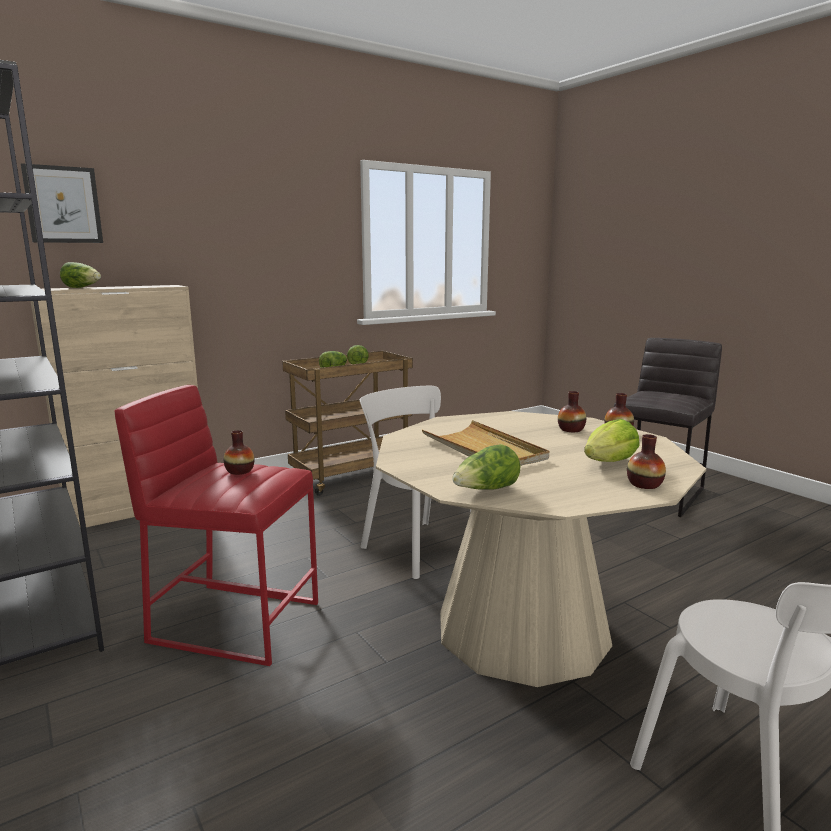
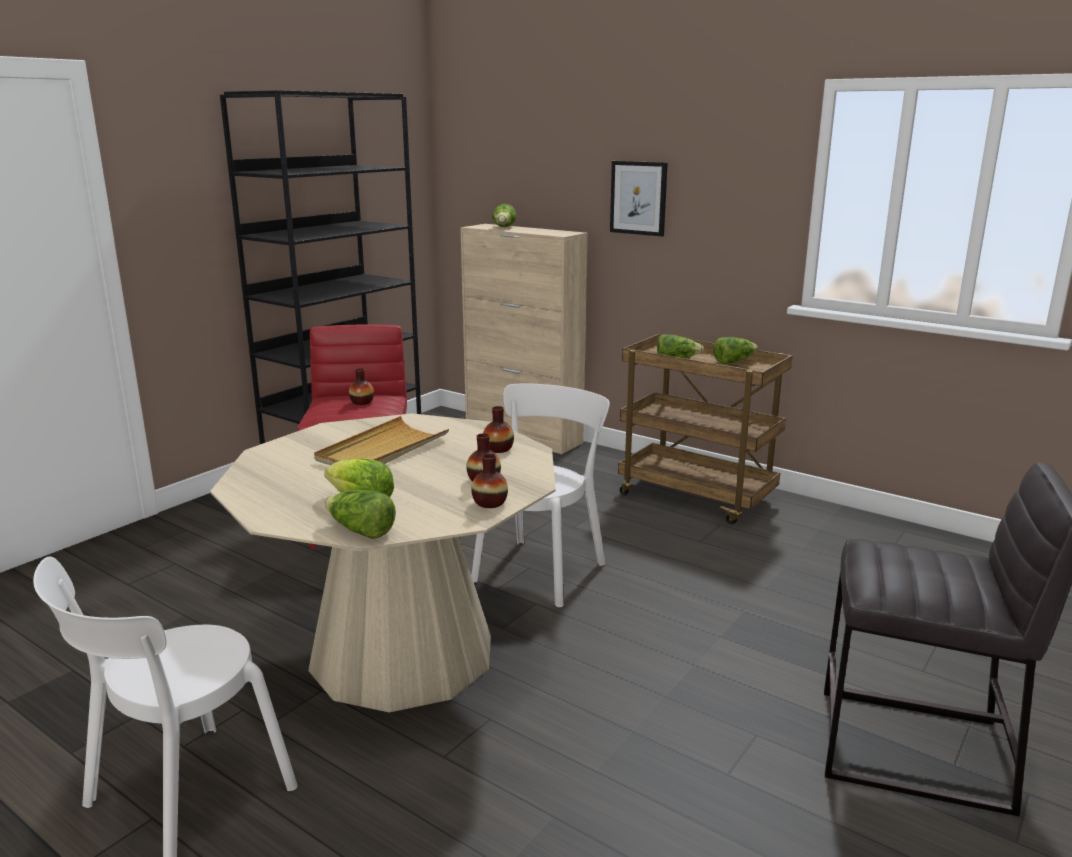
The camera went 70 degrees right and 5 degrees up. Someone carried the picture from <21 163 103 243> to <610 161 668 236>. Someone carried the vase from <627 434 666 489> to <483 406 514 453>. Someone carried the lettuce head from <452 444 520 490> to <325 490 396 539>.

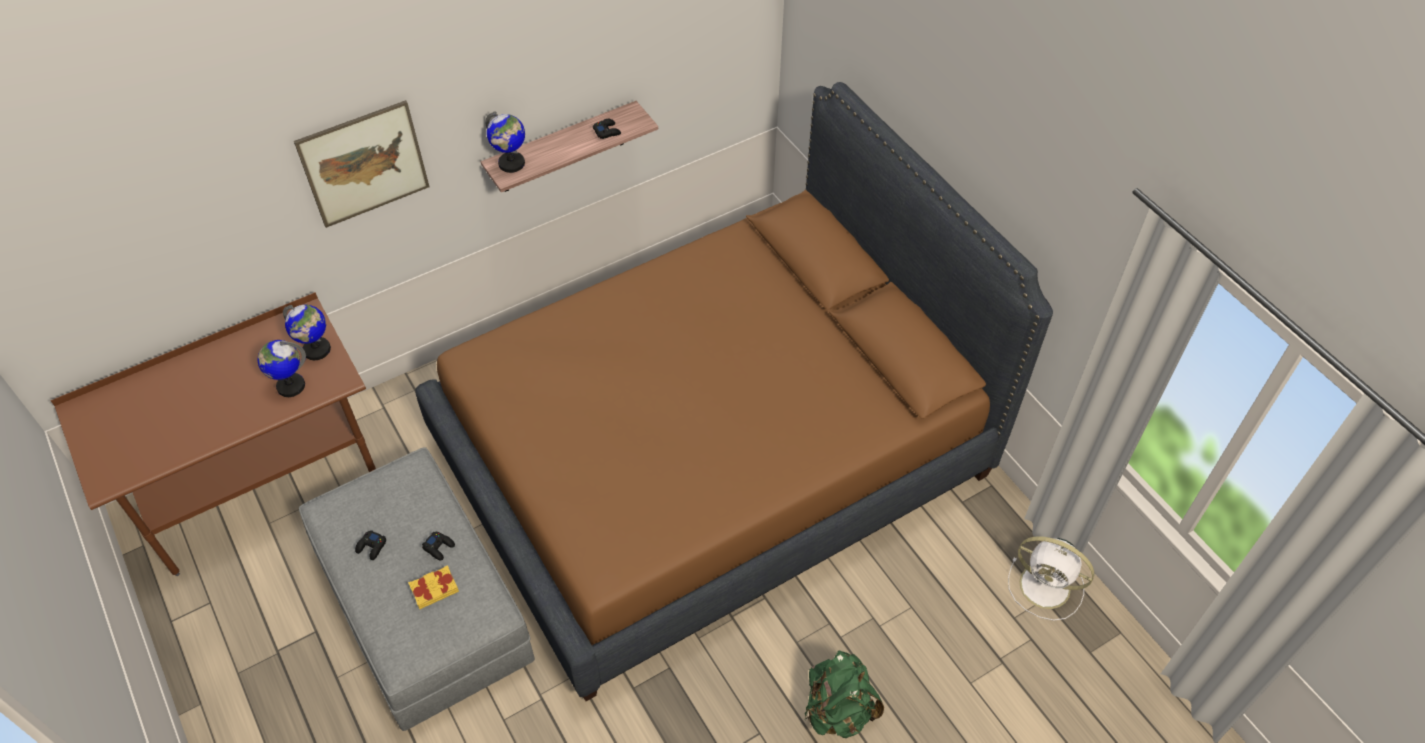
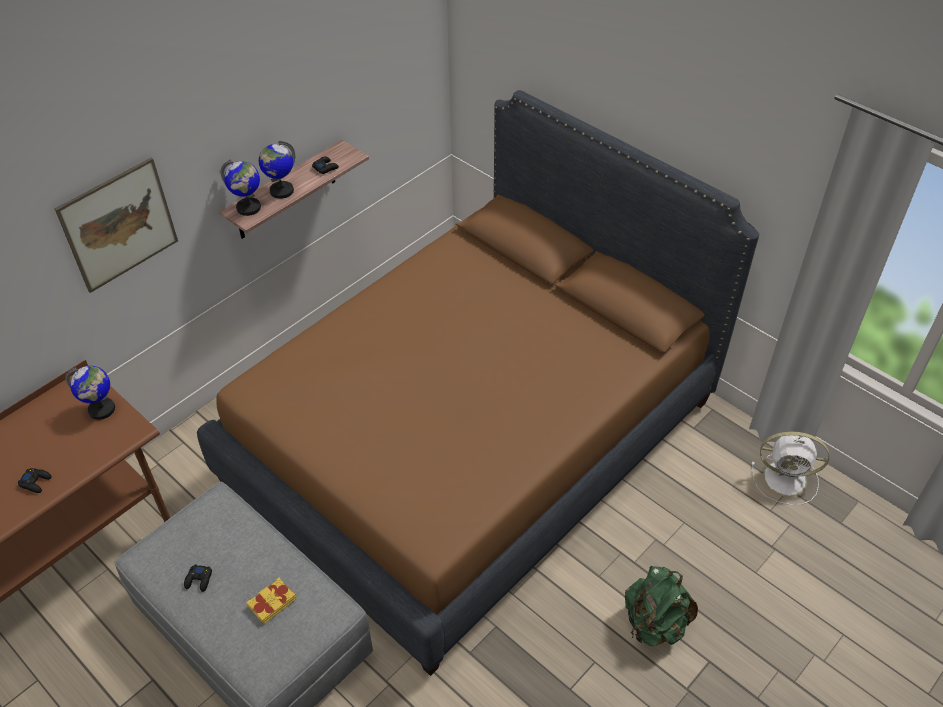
The camera went 15 degrees left and 5 degrees down. Someone carried the world globe from <258 340 306 397> to <259 141 295 199>. Someone carried the gamepad (blackish) from <422 532 455 561> to <18 468 51 493>.

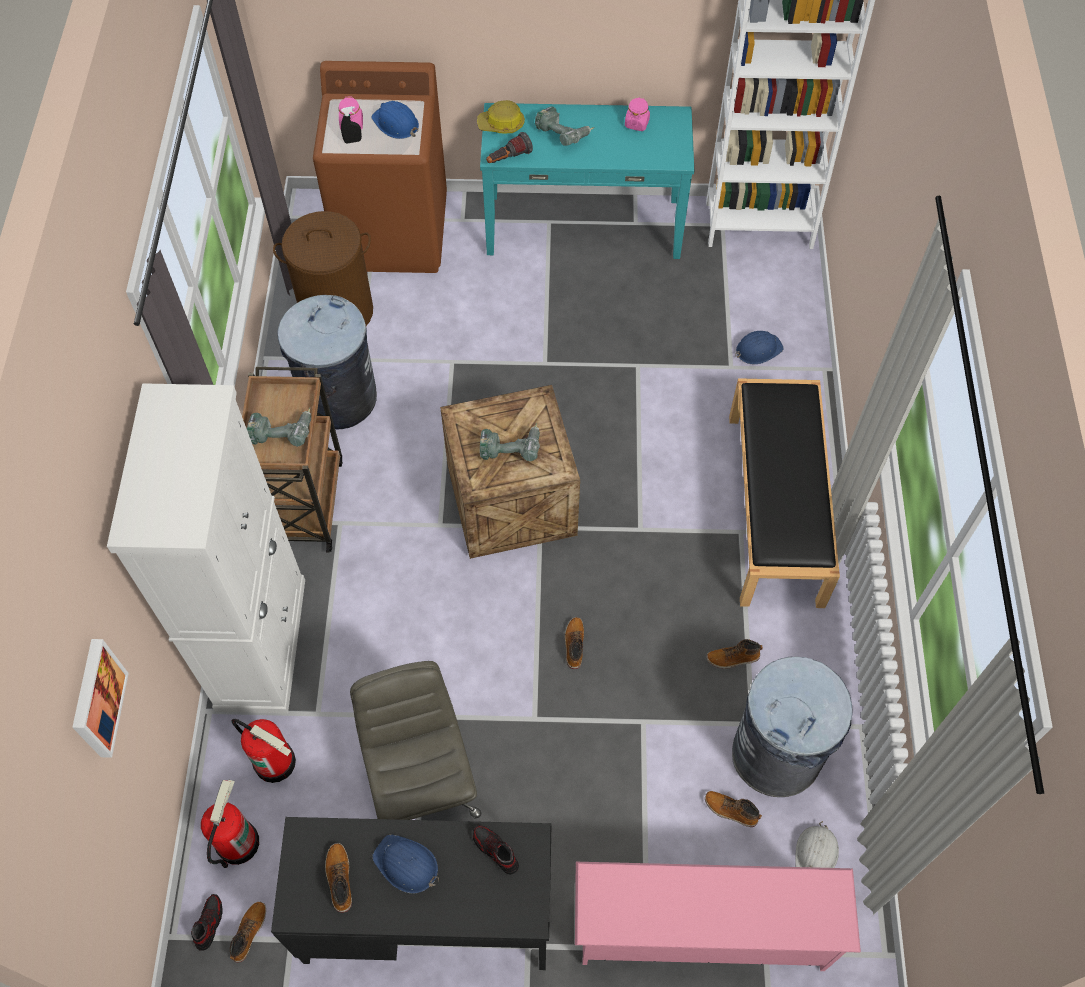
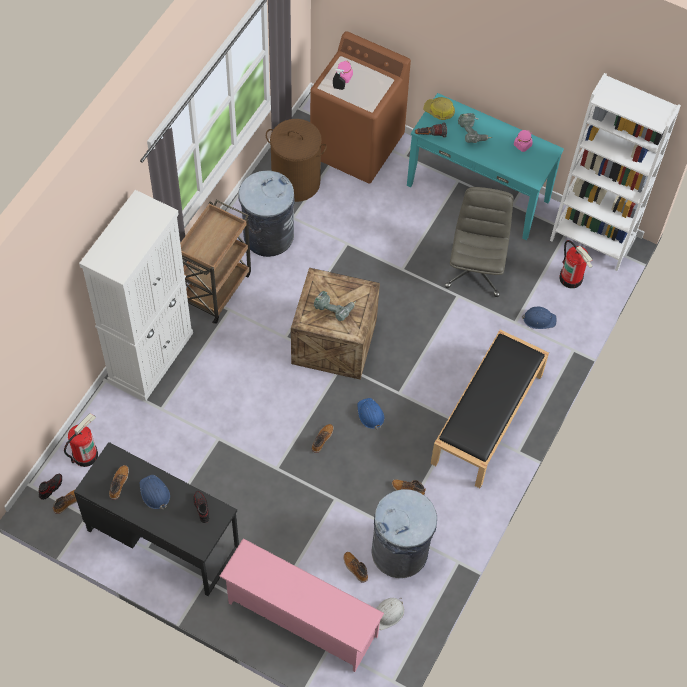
The camera went 25 degrees right and 0 degrees up. Someone carried the safety helmet (blue-coloured) from <371 101 419 139> to <358 398 384 429>. Someone took away the power drill at <247 408 311 447>. Someone took away the picture at <72 639 129 758>. Someone carried the desk chair (greyish) from <350 661 481 820> to <445 187 514 297>. Someone carried the extinguisher from <231 719 296 783> to <559 240 593 288>.

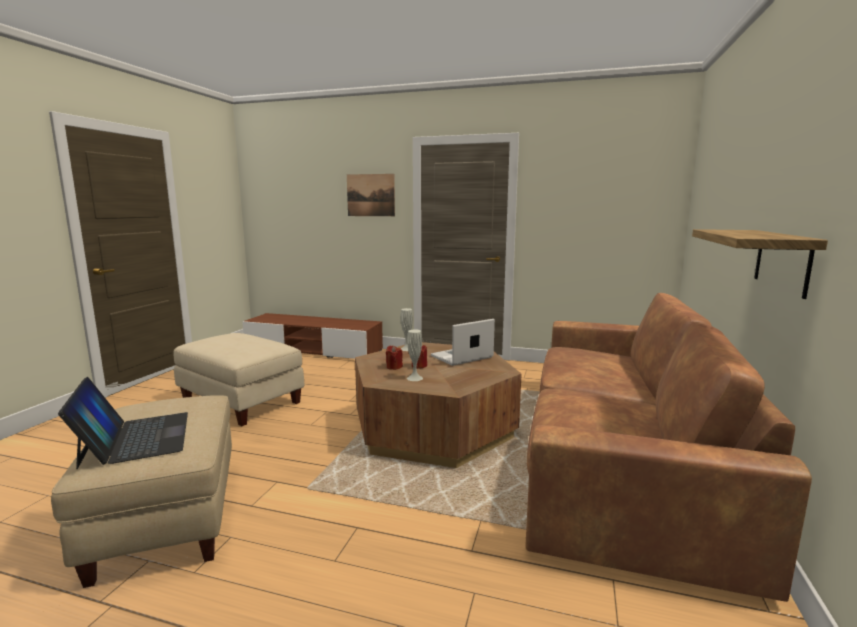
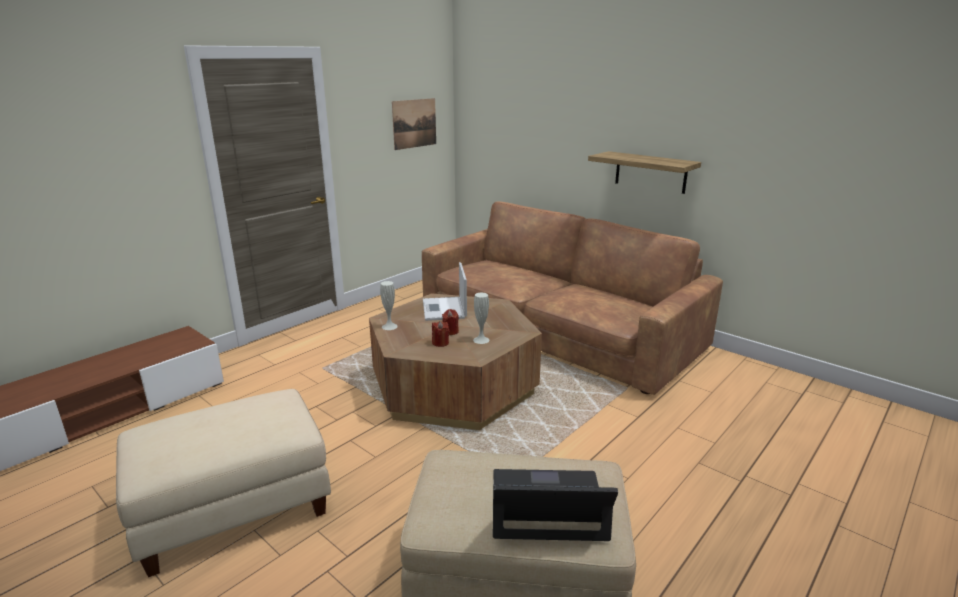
The camera went 65 degrees left and 10 degrees up. Someone carried the picture from <347 174 395 216> to <392 98 436 150>.

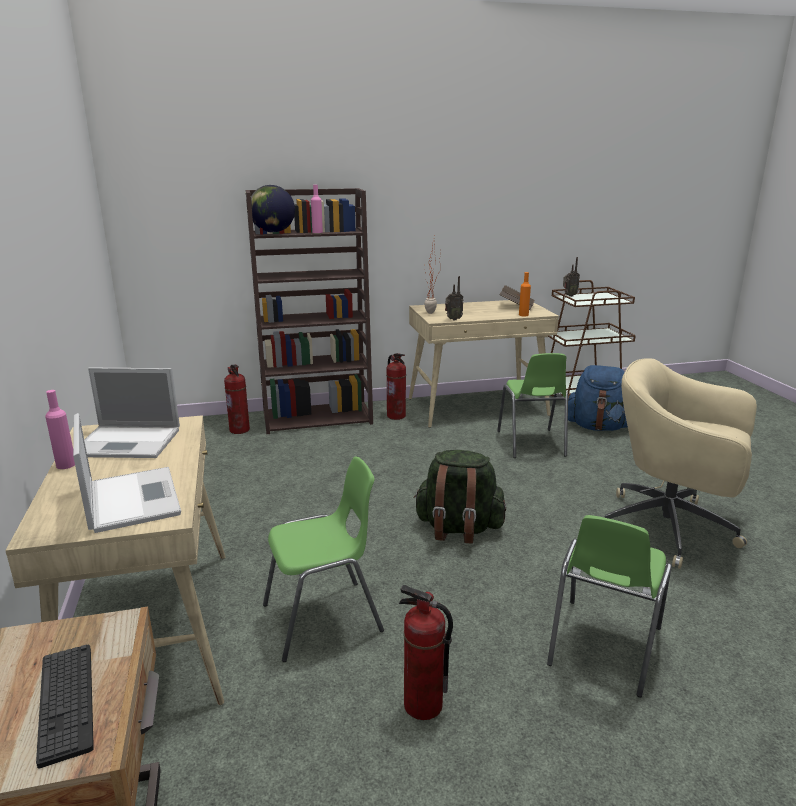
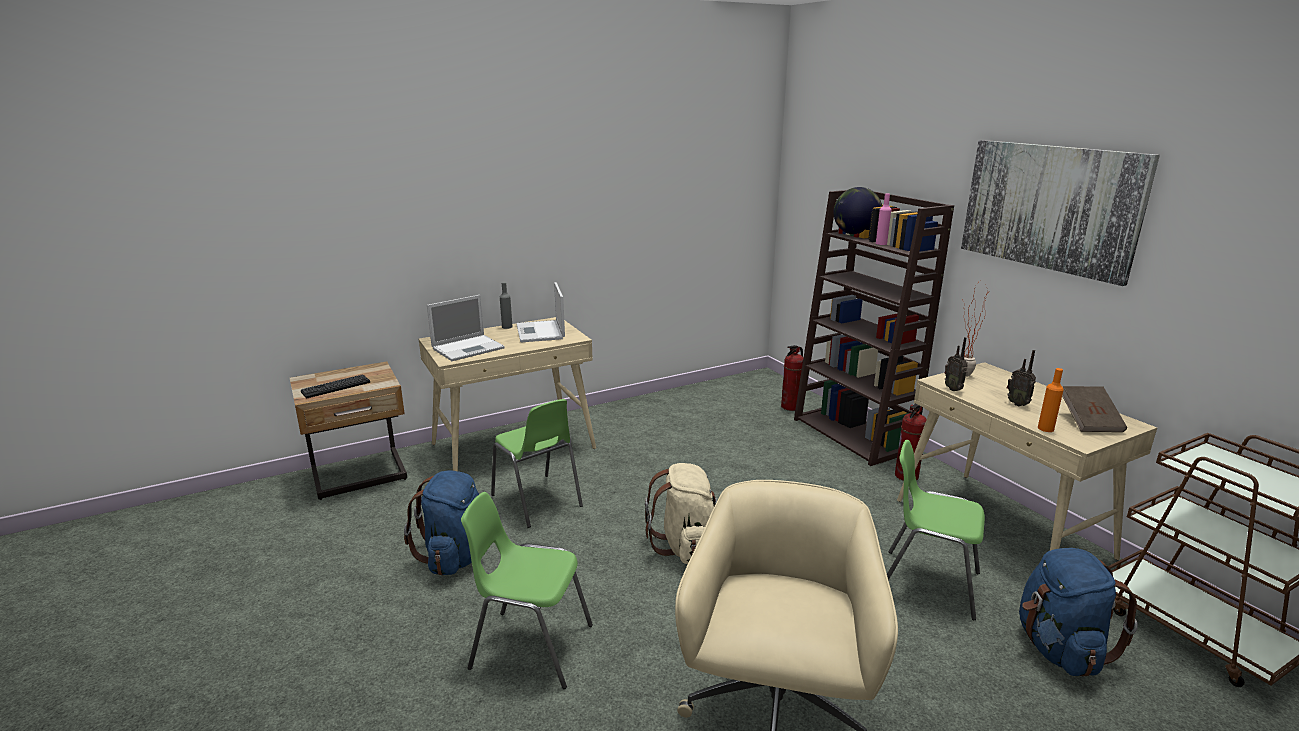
The camera went 75 degrees right and 0 degrees up. Someone carried the radio from <563 257 580 297> to <1007 350 1036 406>. Someone rotated the chair (green-coloured) at <497 353 568 458> by 45 degrees clockwise. Someone repainted the drink bottle (pink-coloured) at <45 390 75 469>, which became the drink bottle (greyish) at <500 282 513 329>. Someone repainted the backpack (green-coloured) at <414 450 506 544>, which became the backpack (beige-coloured) at <645 463 717 564>. Someone swapped the extinguisher at <399 585 453 720> for the backpack (blue-coloured) at <404 470 479 576>. Someone put up the picture at <961 140 1160 286>.

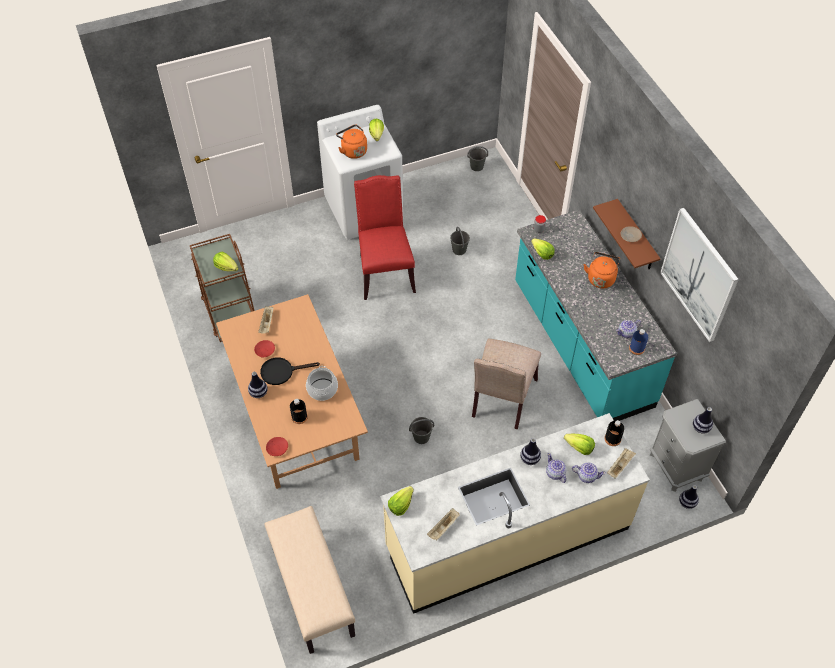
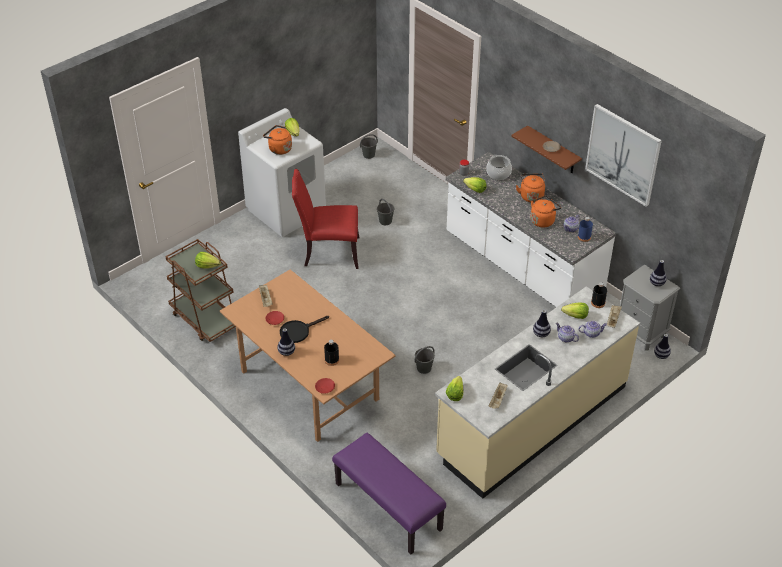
The camera went 20 degrees left and 10 degrees down. Someone rotated the chair (red-coloured) at <354 175 416 300> by 60 degrees counterclockwise. Someone repainted the kitchen base unit (turquoise-coloured) at <515 210 677 421>, which became the kitchen base unit (white) at <446 152 616 307>. Someone took away the chair (beige-coloured) at <472 339 541 429>. Someone carried the stockpot from <306 366 338 401> to <486 155 512 180>. Someone repainted the indoor bench (beige-coloured) at <265 506 355 654>, which became the indoor bench (purple-coloured) at <332 433 446 554>. Someone put down the kettle (orange-coloured) at <531 196 562 228>.

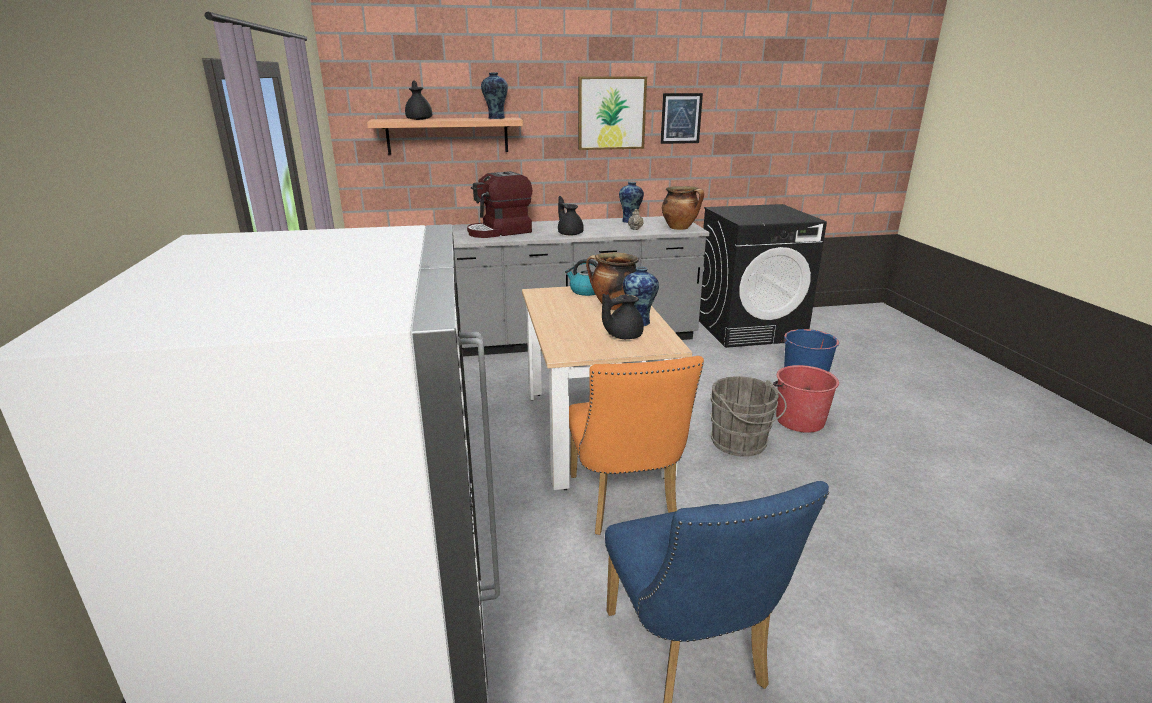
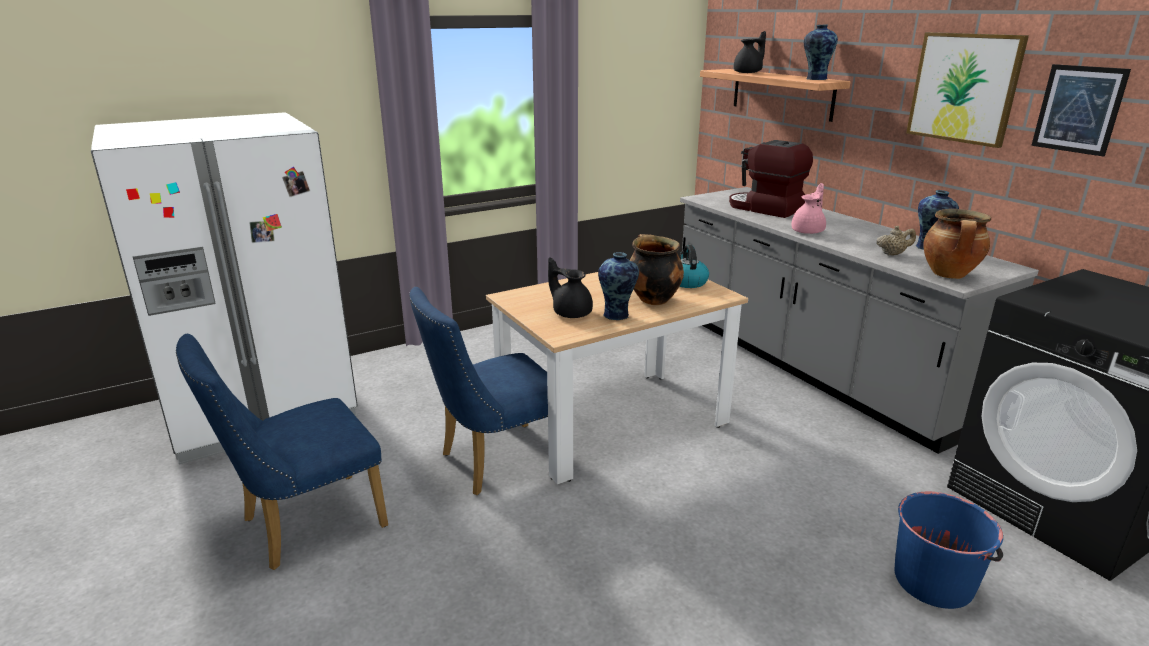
The camera went 70 degrees right and 0 degrees up. Someone repainted the pot for tea (blackish) at <558 196 584 235>, which became the pot for tea (pink-coloured) at <792 183 826 234>. Someone repainted the chair (orange-coloured) at <569 356 704 535>, which became the chair (blue-coloured) at <409 287 548 495>. Someone took away the water bucket (red-coloured) at <773 365 839 433>. Someone took away the water bucket (greyish) at <710 376 787 457>.

